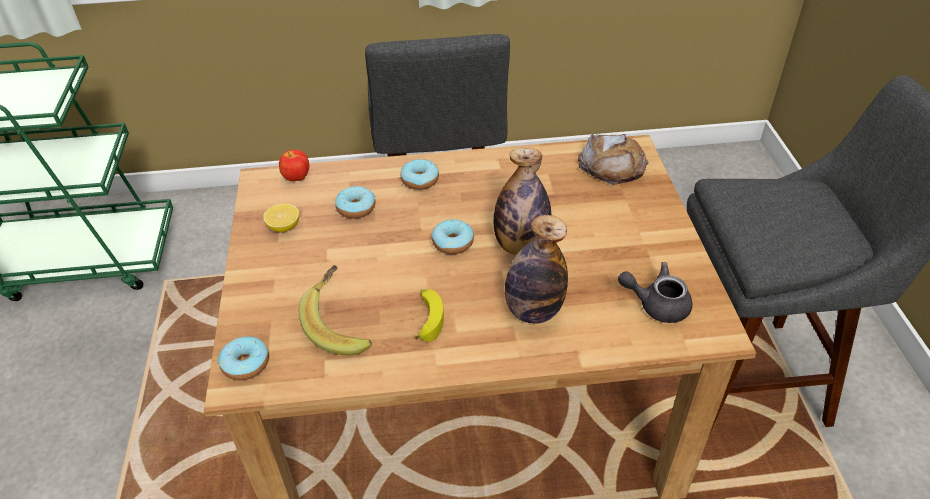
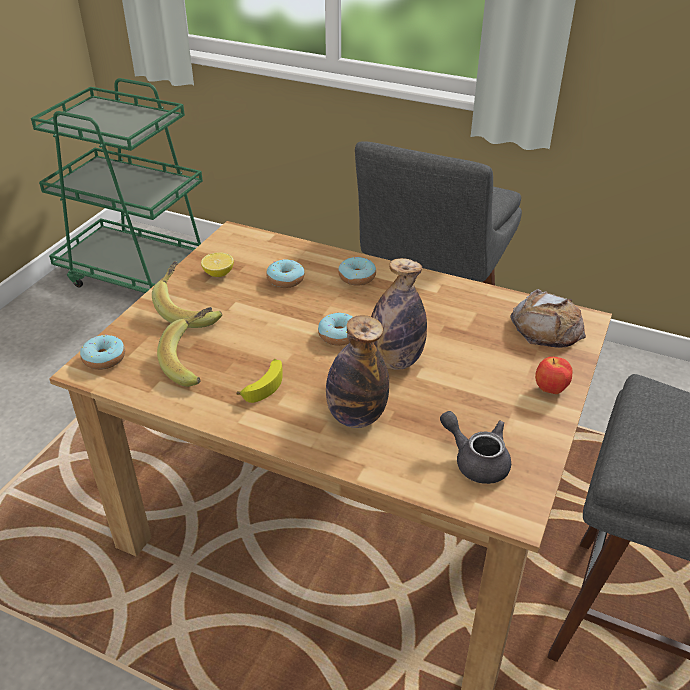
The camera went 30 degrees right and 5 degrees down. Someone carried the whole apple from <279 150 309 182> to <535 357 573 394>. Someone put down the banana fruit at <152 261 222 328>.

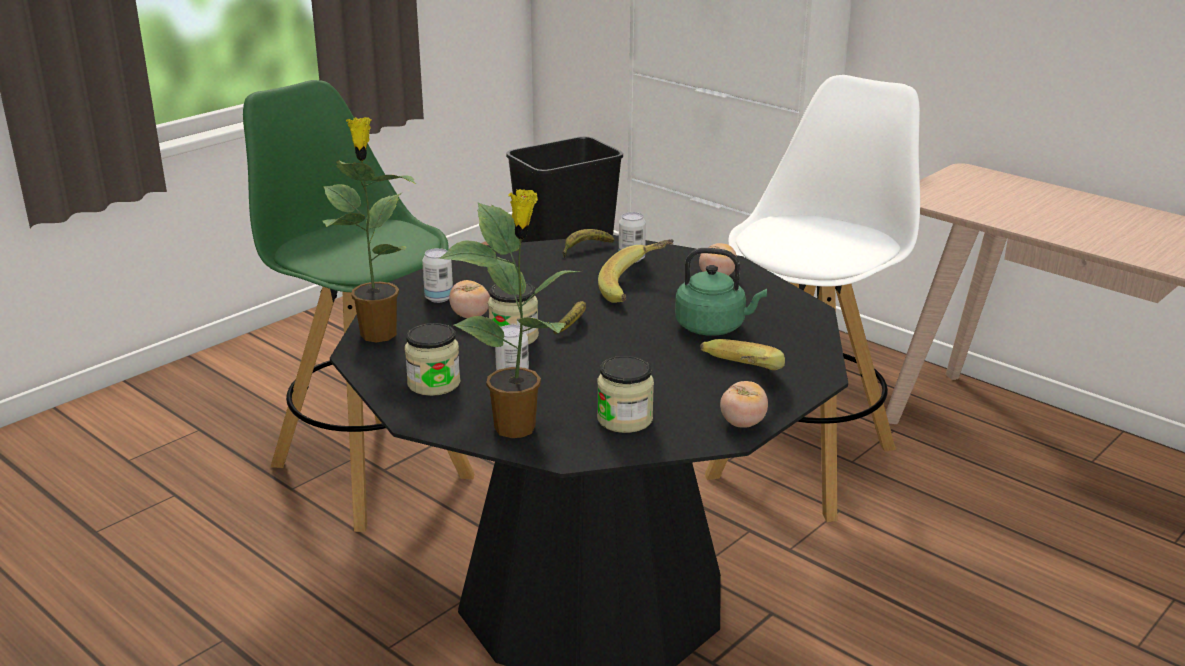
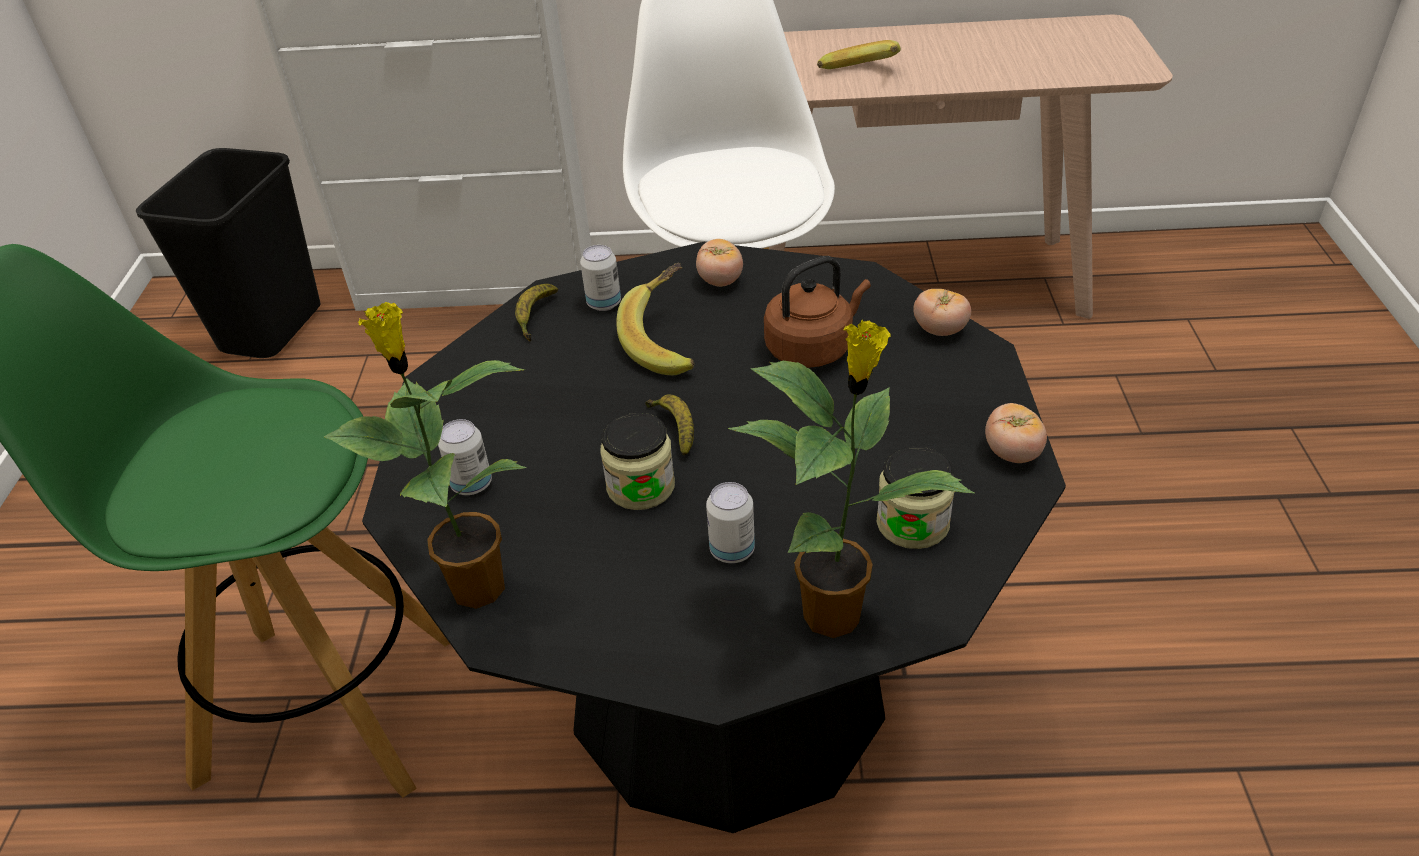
The camera went 40 degrees left and 15 degrees up. Someone repainted the kettle (green-coloured) at <675 248 767 336>, which became the kettle (brown) at <764 256 871 368>. Someone carried the fresh tomato from <449 280 490 318> to <913 289 971 336>. Someone took away the storage jar at <405 323 460 396>. Someone carried the banana fruit from <700 339 785 370> to <817 40 901 69>.

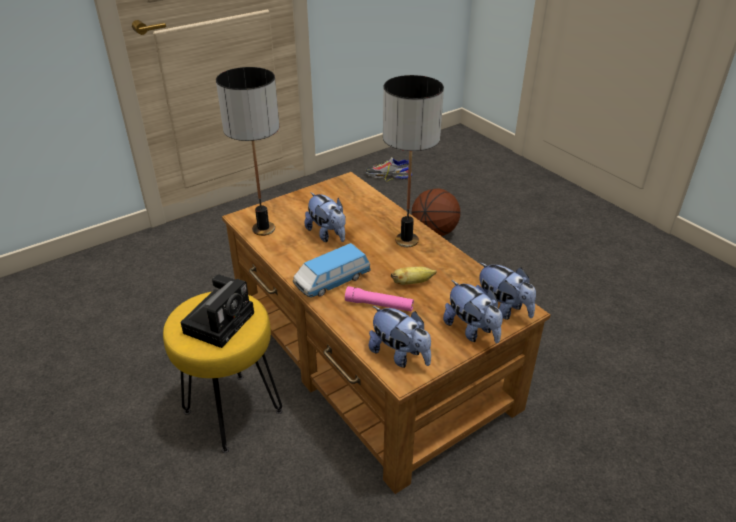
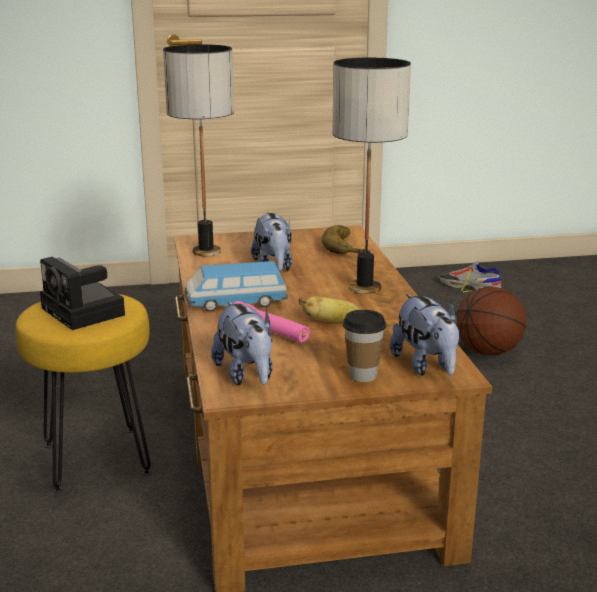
The camera went 25 degrees right and 15 degrees down. Someone rotated the photo camera at <181 275 254 348> by 90 degrees clockwise. Someone swapped the cuddly toy at <443 280 503 343> for the cup at <342 310 386 382>. Someone put down the banana fruit at <322 225 371 254>.

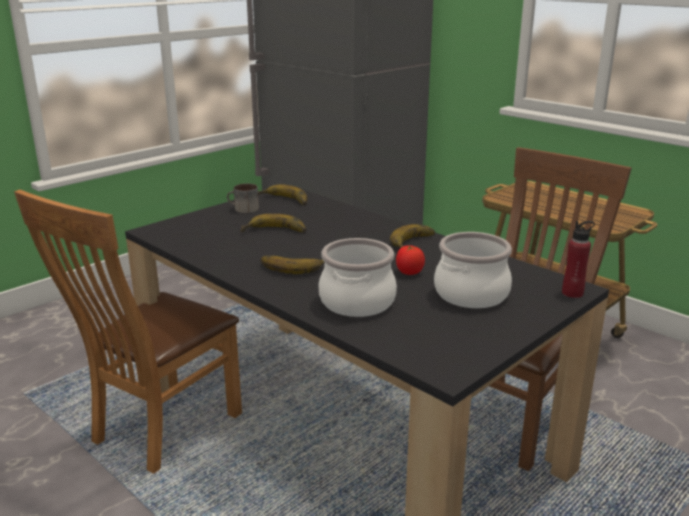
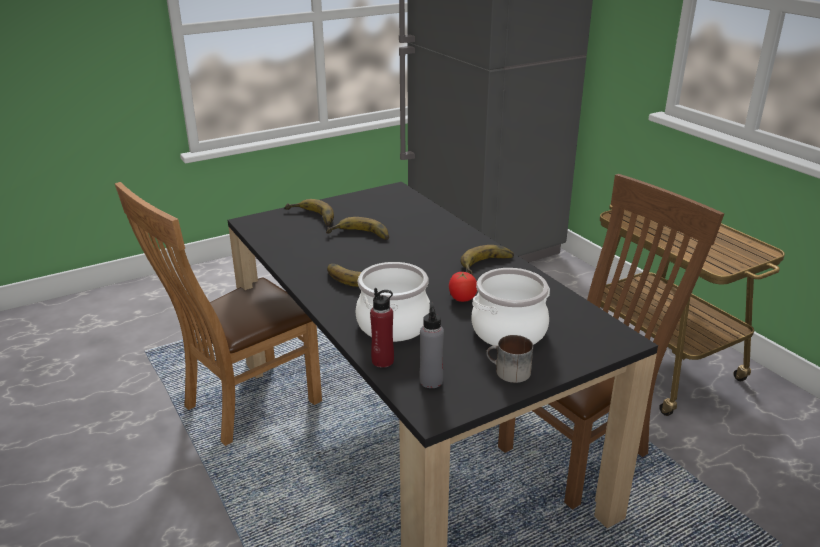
The camera went 15 degrees right and 5 degrees up. Someone carried the tea mug from <227 184 259 213> to <486 335 533 383>. Someone carried the banana fruit from <258 184 307 205> to <284 199 334 226>. Someone carried the drink bottle (red-coloured) from <562 221 595 298> to <370 288 394 368>. Someone put down the drink bottle (greyish) at <420 302 444 388>.

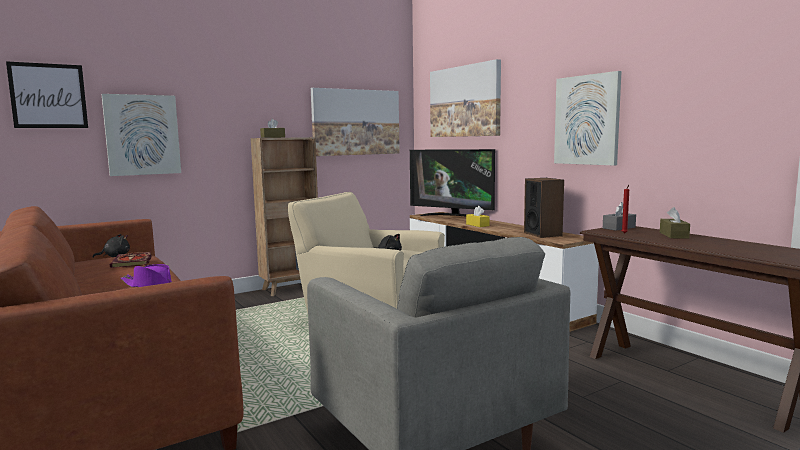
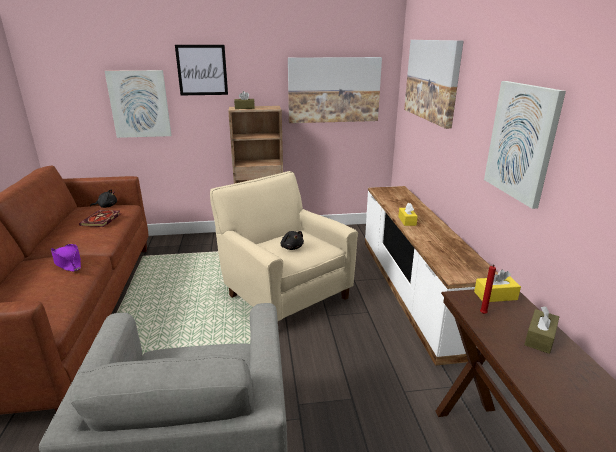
The camera went 25 degrees right and 15 degrees up. Someone carried the picture from <6 61 88 128> to <175 45 228 95>. Someone took away the TV at <410 149 495 217>. Someone took away the audio speaker at <524 178 564 238>. Someone repainted the tissue box (greyish) at <603 202 636 231>, which became the tissue box (yellow) at <474 270 521 302>.

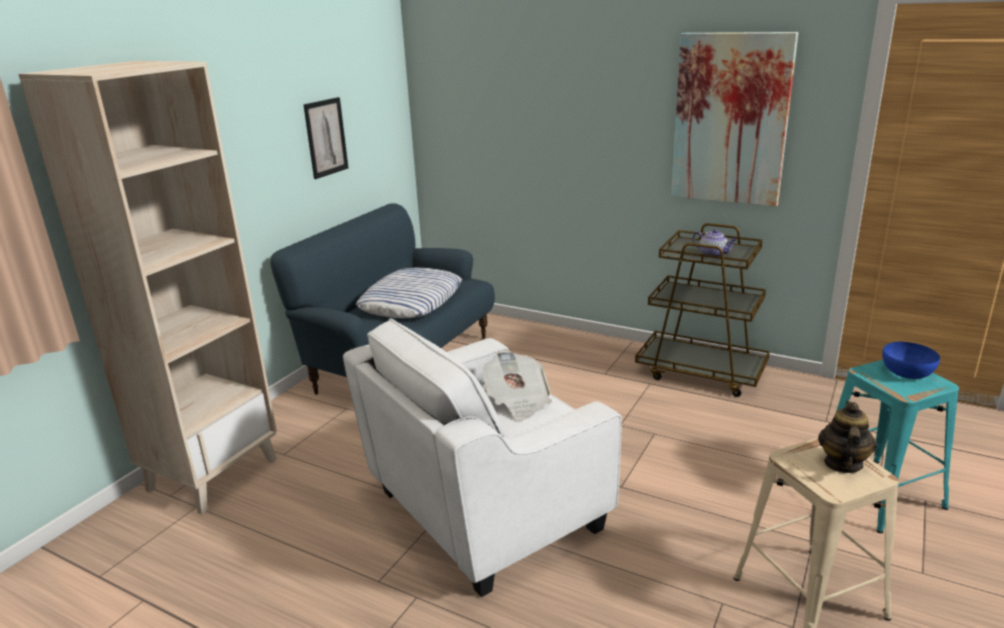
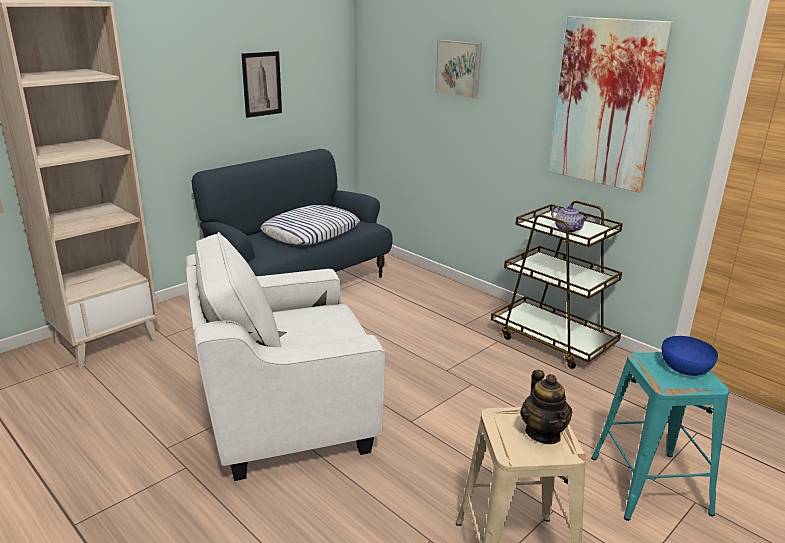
The camera went 15 degrees right and 0 degrees up. Someone took away the printed paper at <483 350 552 421>. Someone rotated the pot for tea at <818 401 877 473> by 135 degrees clockwise. Someone put up the picture at <435 40 482 99>.

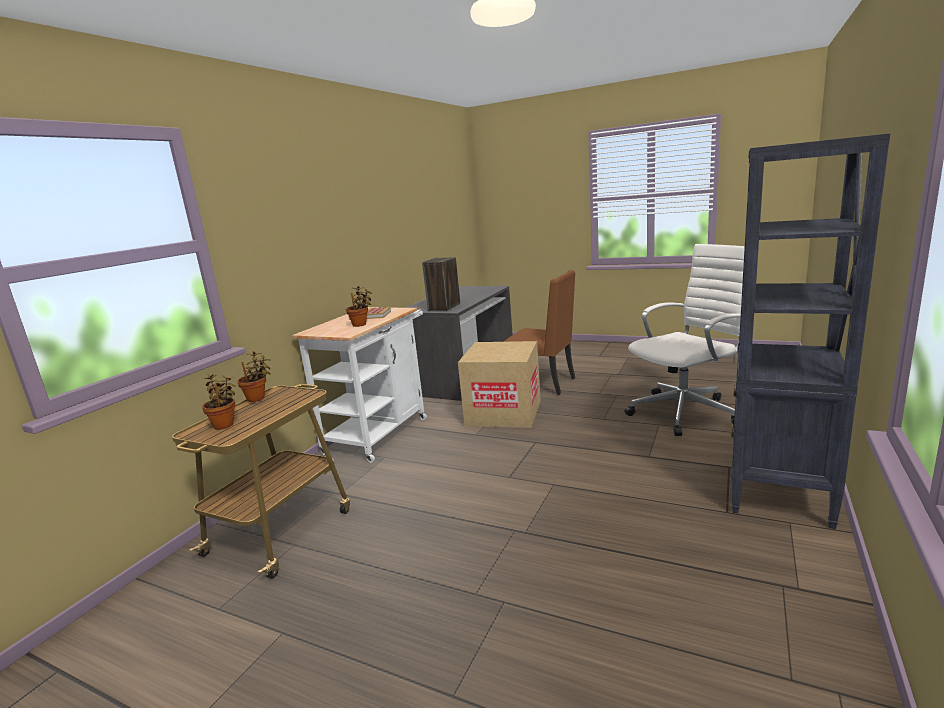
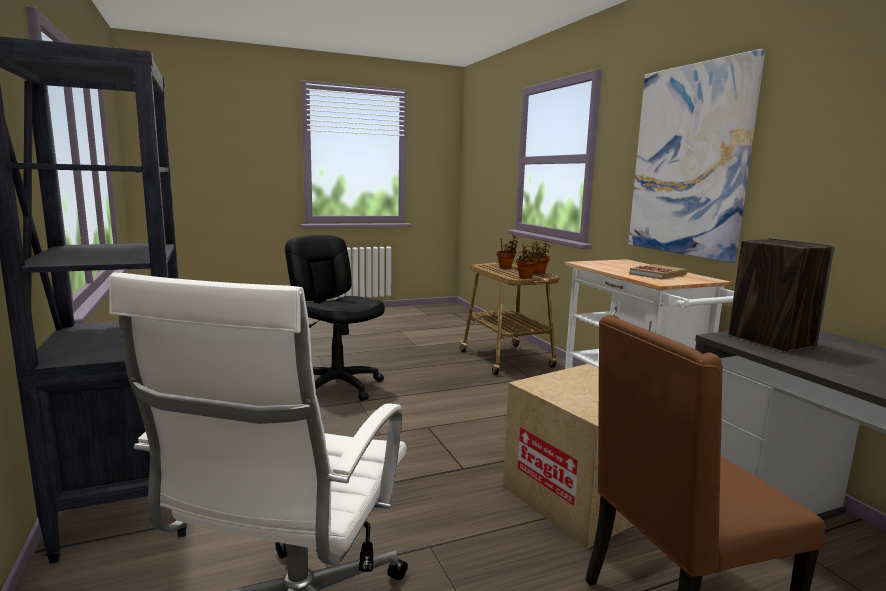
The camera went 130 degrees right and 5 degrees down. Someone carried the houseplant from <346 286 372 327> to <516 242 538 278>. Someone put up the picture at <628 49 765 263>. Someone put down the desk chair (blackish) at <285 235 385 401>.

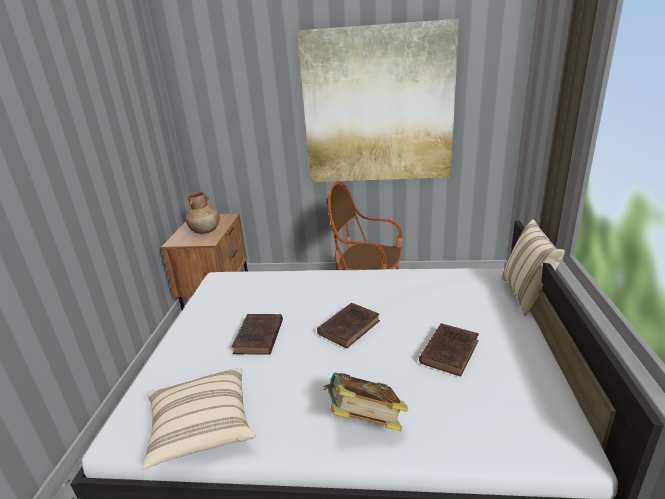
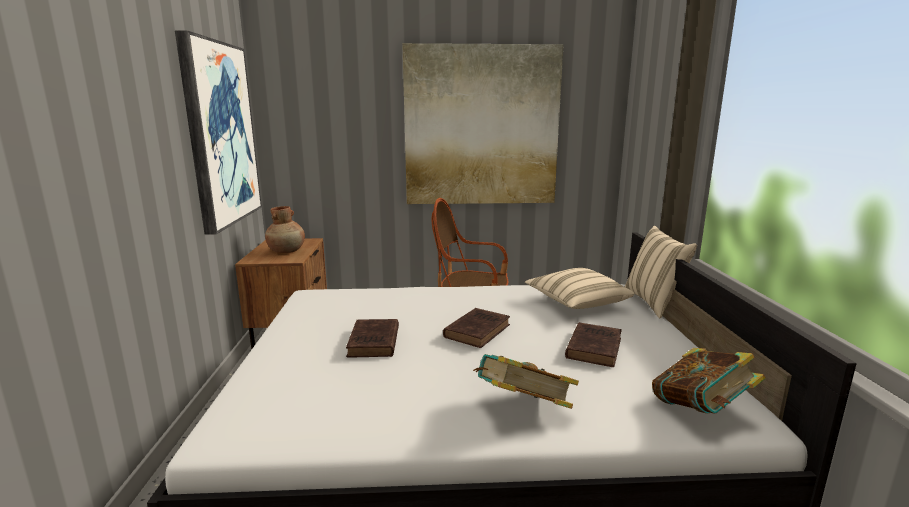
The camera went 10 degrees left and 10 degrees down. Someone carried the cushion (beige-coloured) from <142 368 256 470> to <525 268 634 309>. Someone put up the picture at <175 31 262 235>. Someone put down the bound book at <652 348 766 414>.

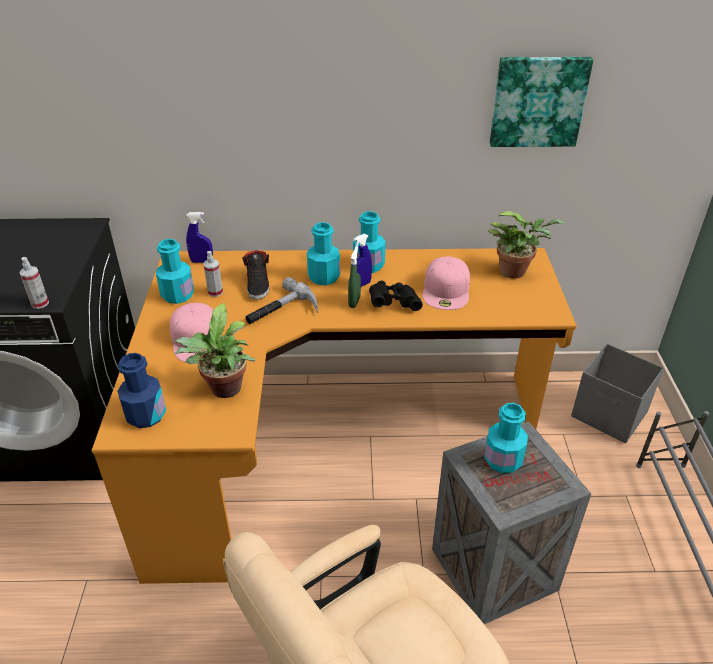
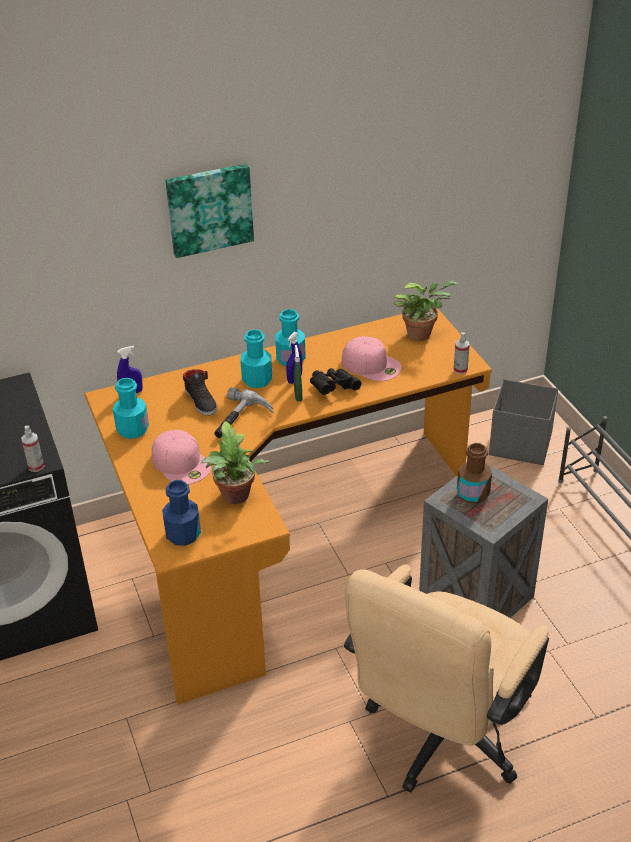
The camera went 20 degrees left and 0 degrees up. Someone carried the picture from <490 57 593 147> to <165 164 254 258>. Someone carried the sprayer from <203 251 223 297> to <454 332 470 374>. Someone rotated the baseball cap (pink-coloured) at <423 256 470 310> by 45 degrees counterclockwise. Someone repainted the drink bottle (turquoise-coloured) at <484 403 528 473>, which became the drink bottle (brown) at <457 443 492 504>.

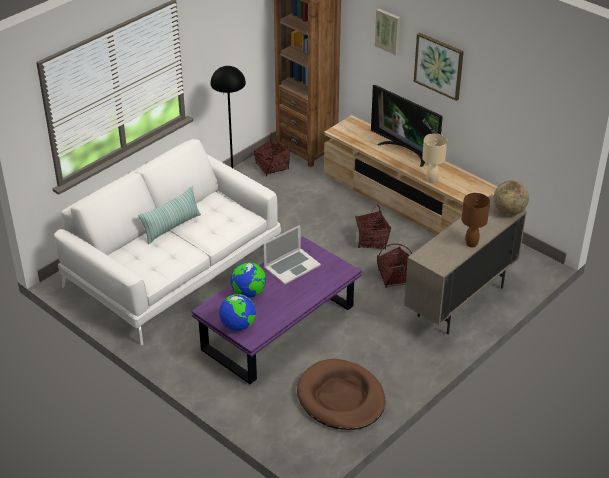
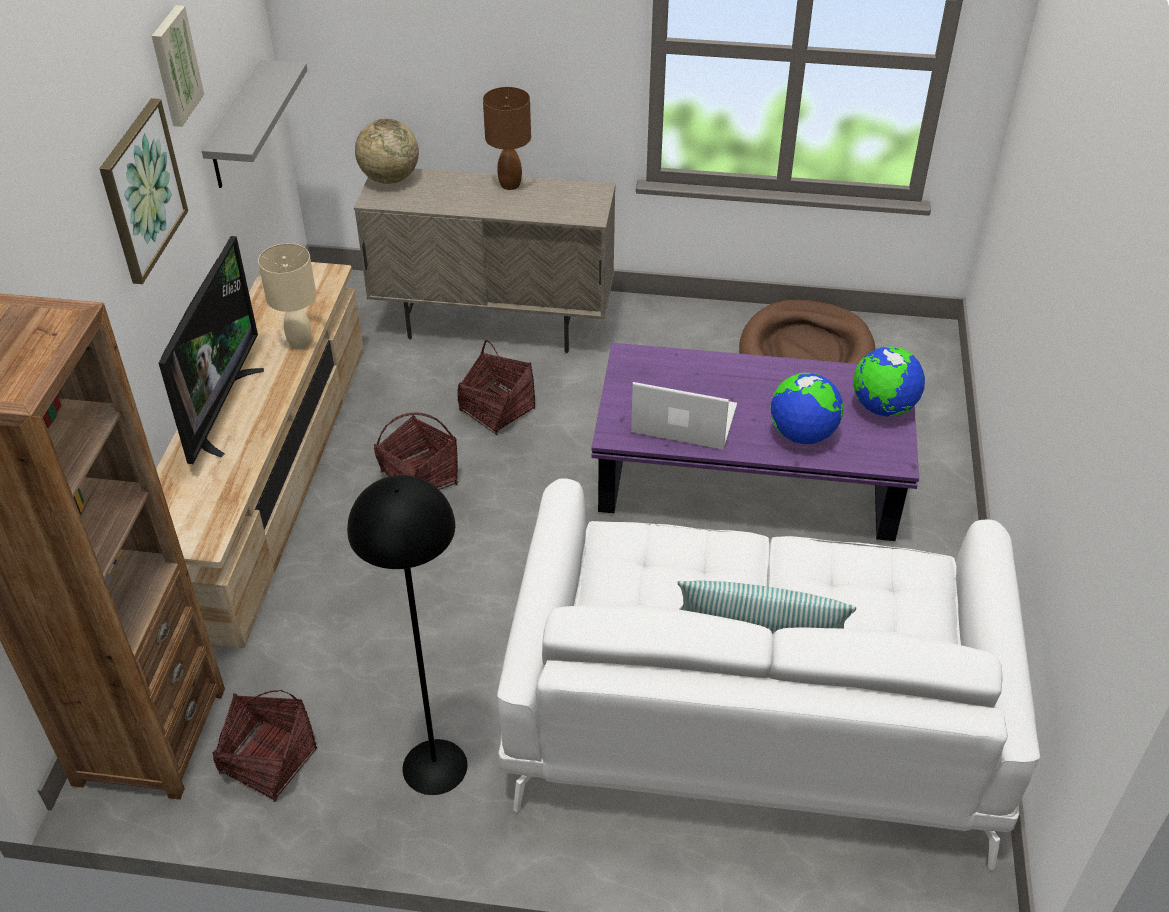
The camera went 125 degrees left and 5 degrees up. Someone carried the picture from <375 9 400 55> to <152 5 204 127>. Someone put up the bracket shelf (greyish) at <202 60 307 188>.

